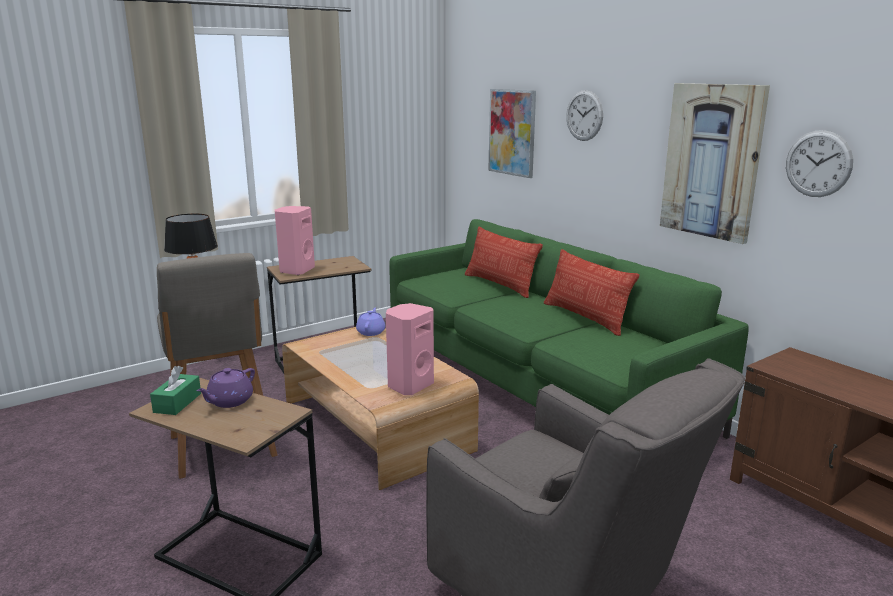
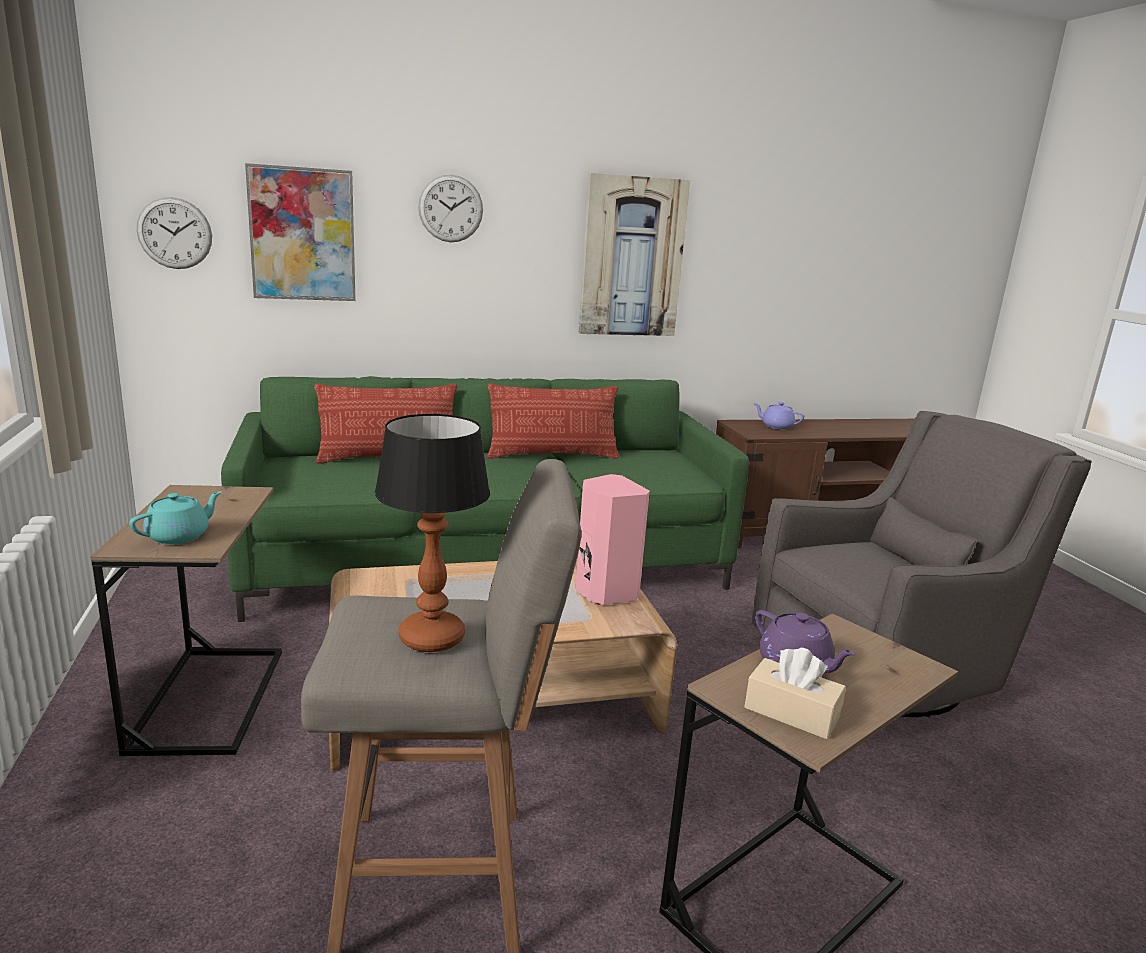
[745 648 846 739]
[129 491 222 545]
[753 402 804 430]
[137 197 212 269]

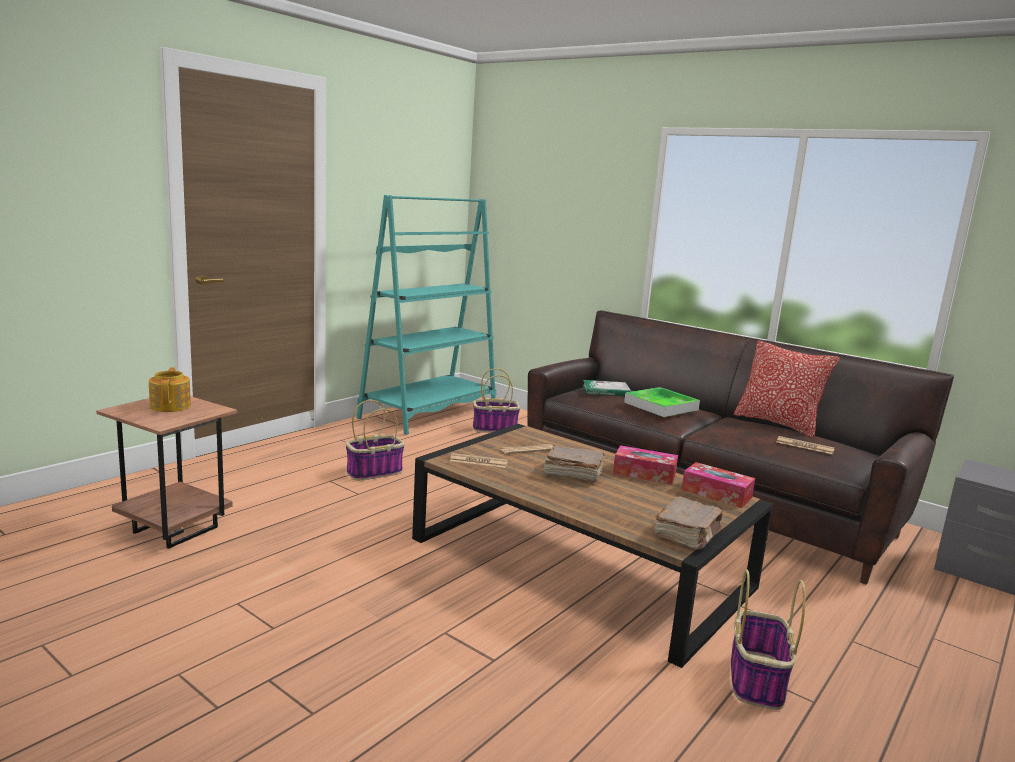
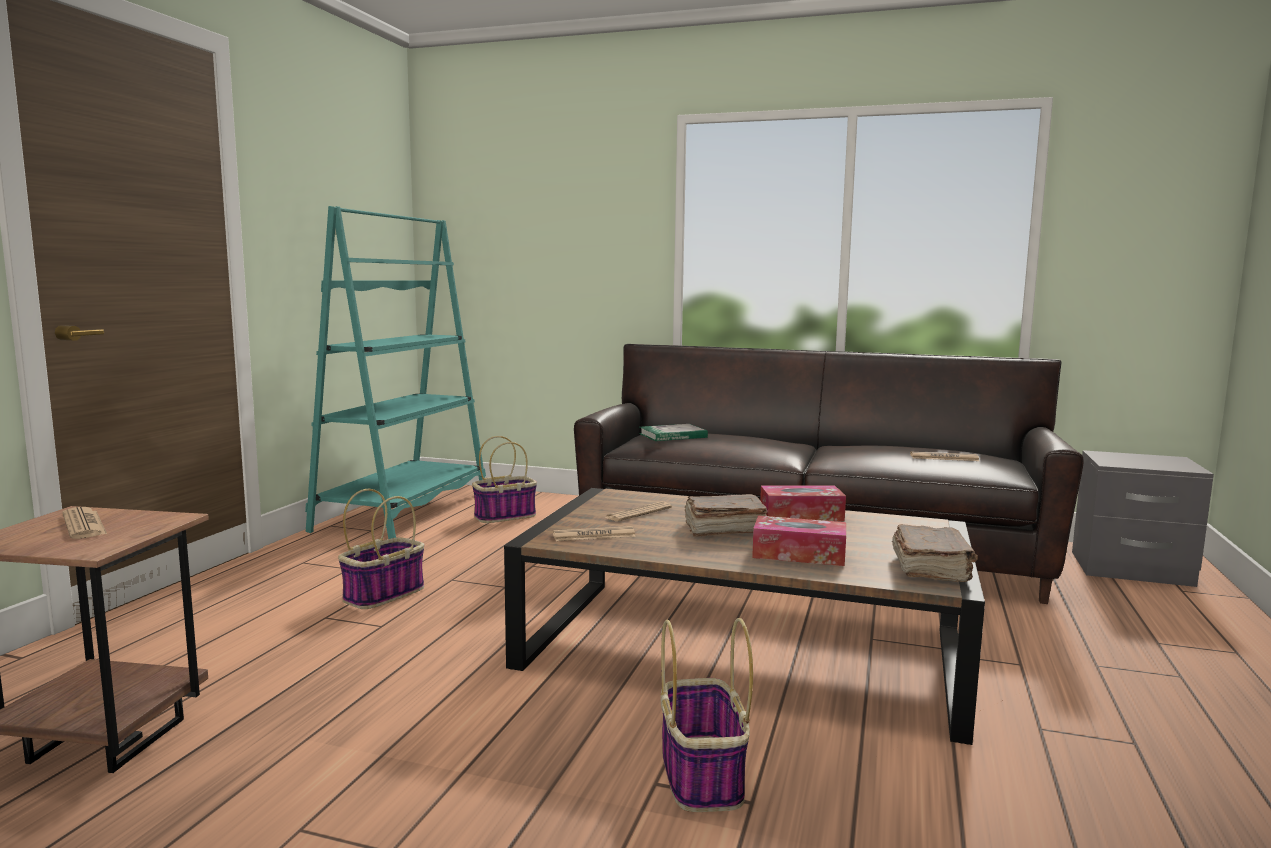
[62 507 107 539]
[624 387 700 417] (first image)
[752 516 846 566]
[661 618 753 812]
[734 340 840 438] (first image)

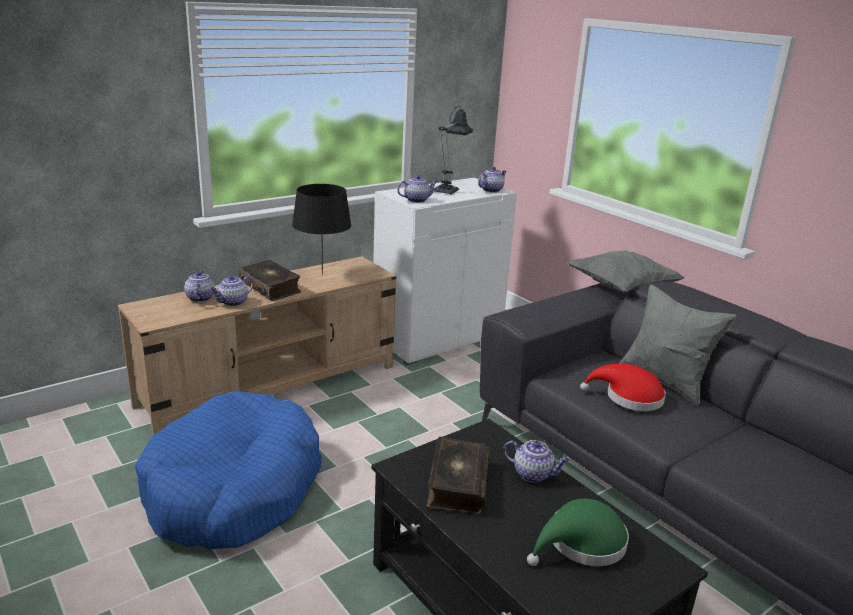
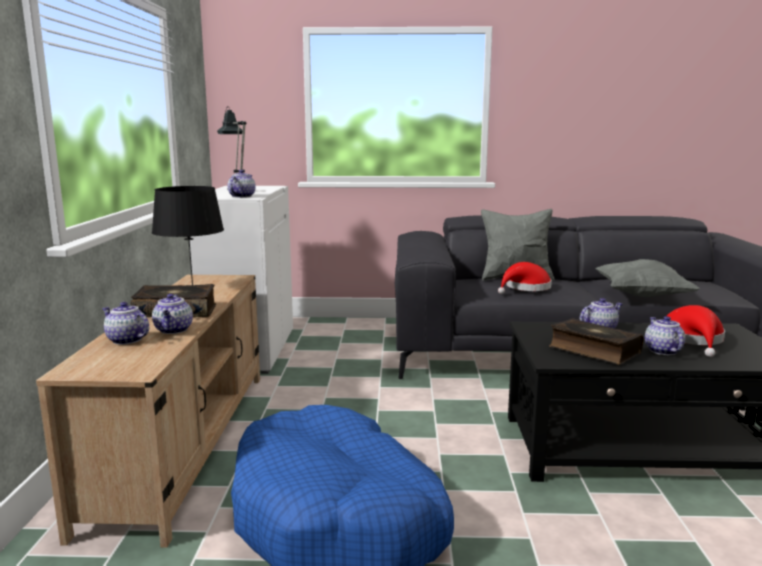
[645 316 685 355]
[667 305 725 357]
[595 259 700 297]

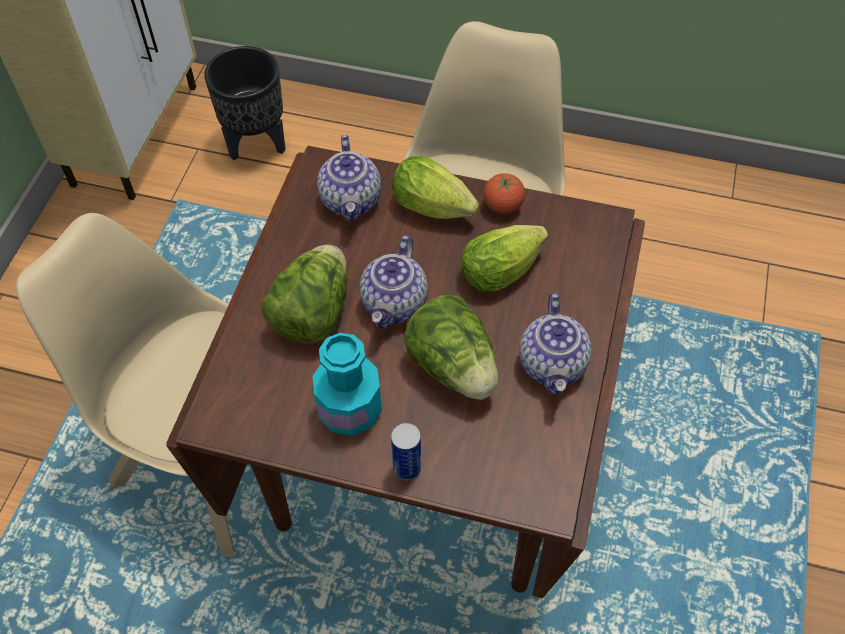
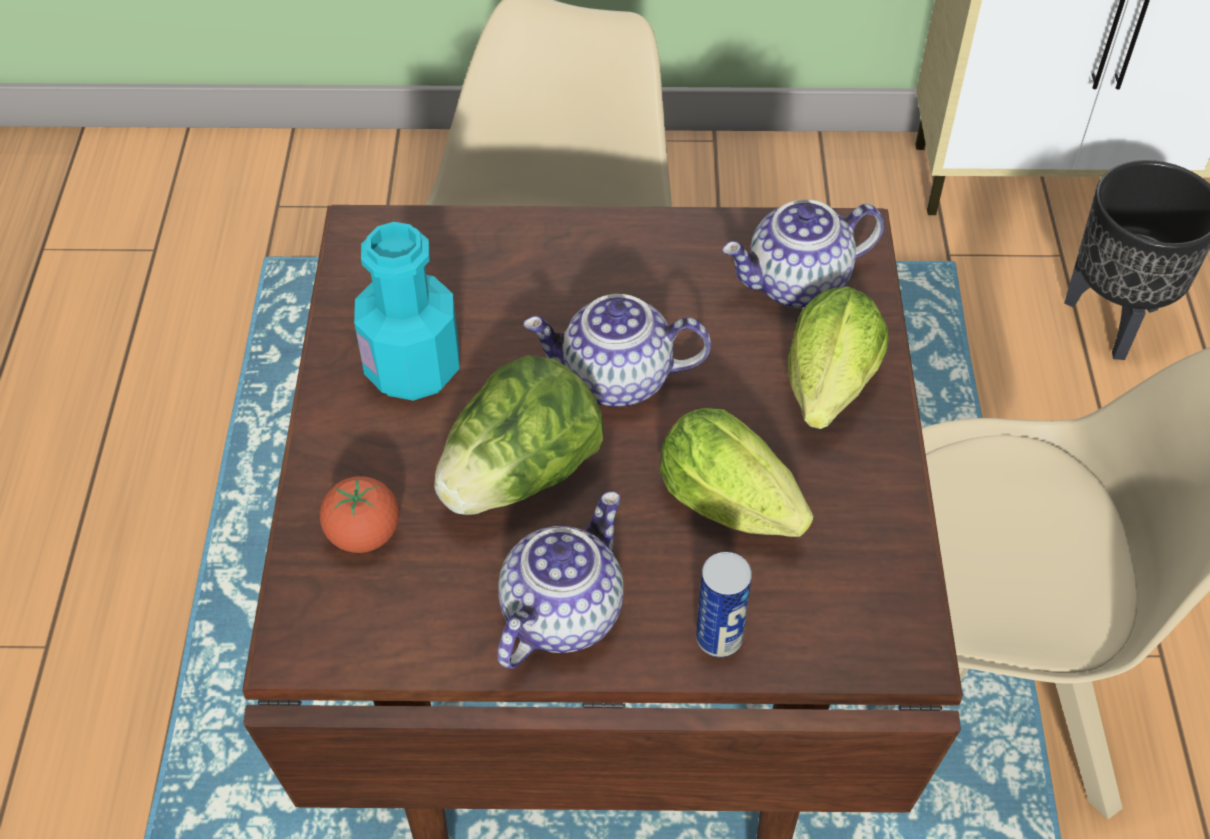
[261 245 347 344] (first image)
[696 552 752 657]
[320 476 399 553]
[497 491 624 669]

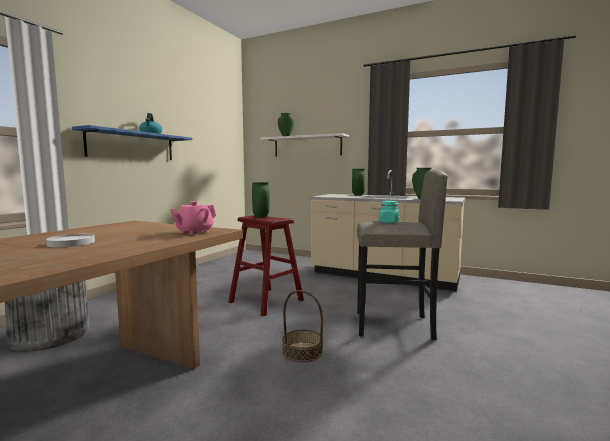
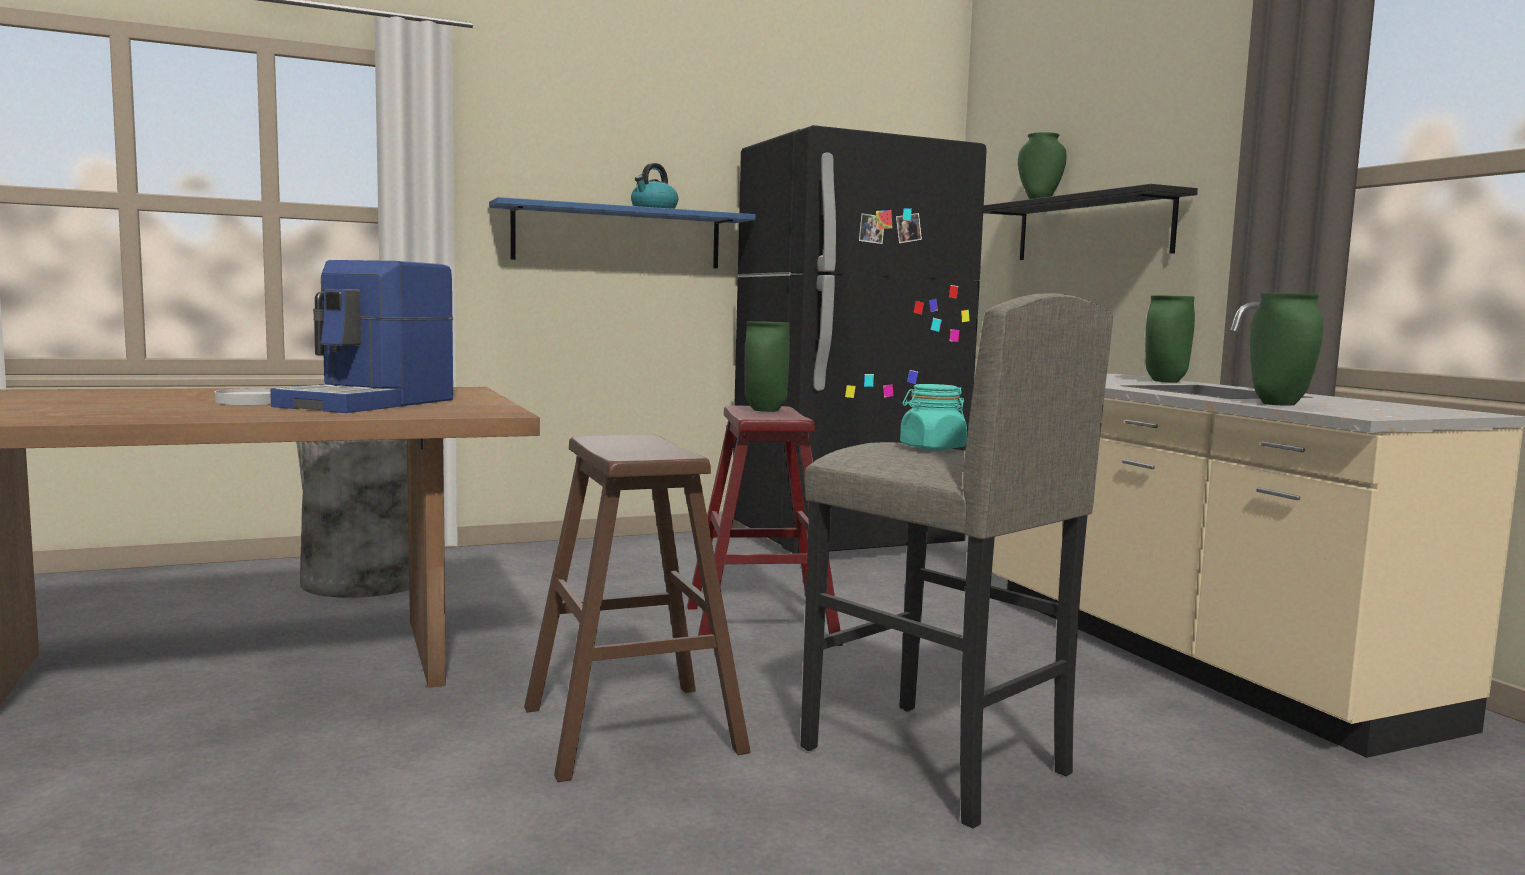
[170 201 216 235] (first image)
[983 184 1198 260]
[524 435 750 782]
[270 260 454 413]
[733 125 987 554]

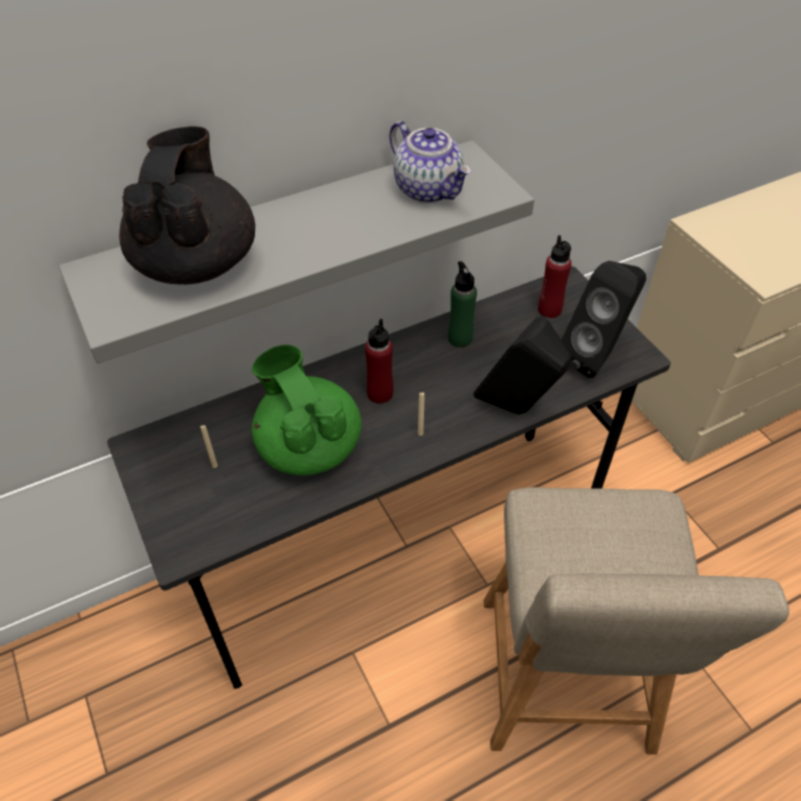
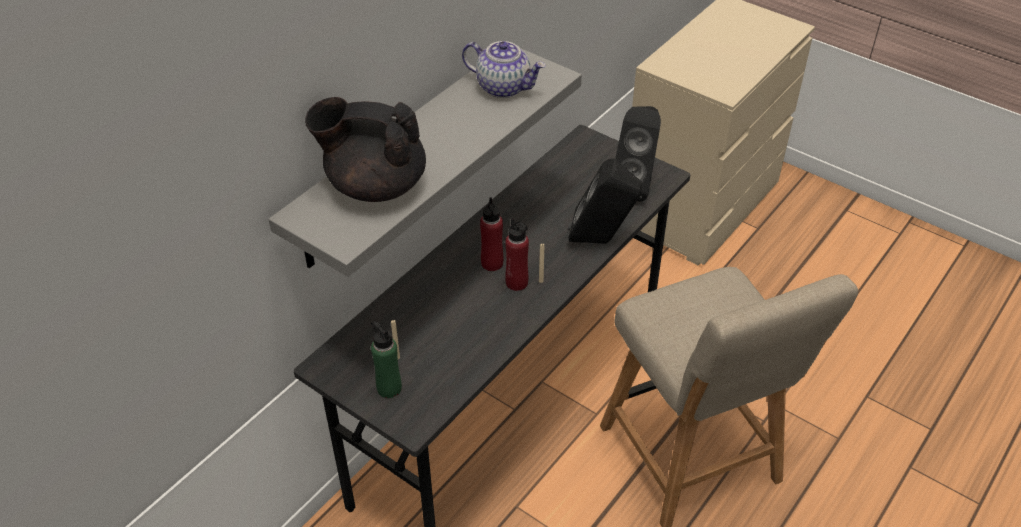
[305 97 426 202]
[251 345 362 476] (first image)
[371 321 402 398]
[505 218 529 291]

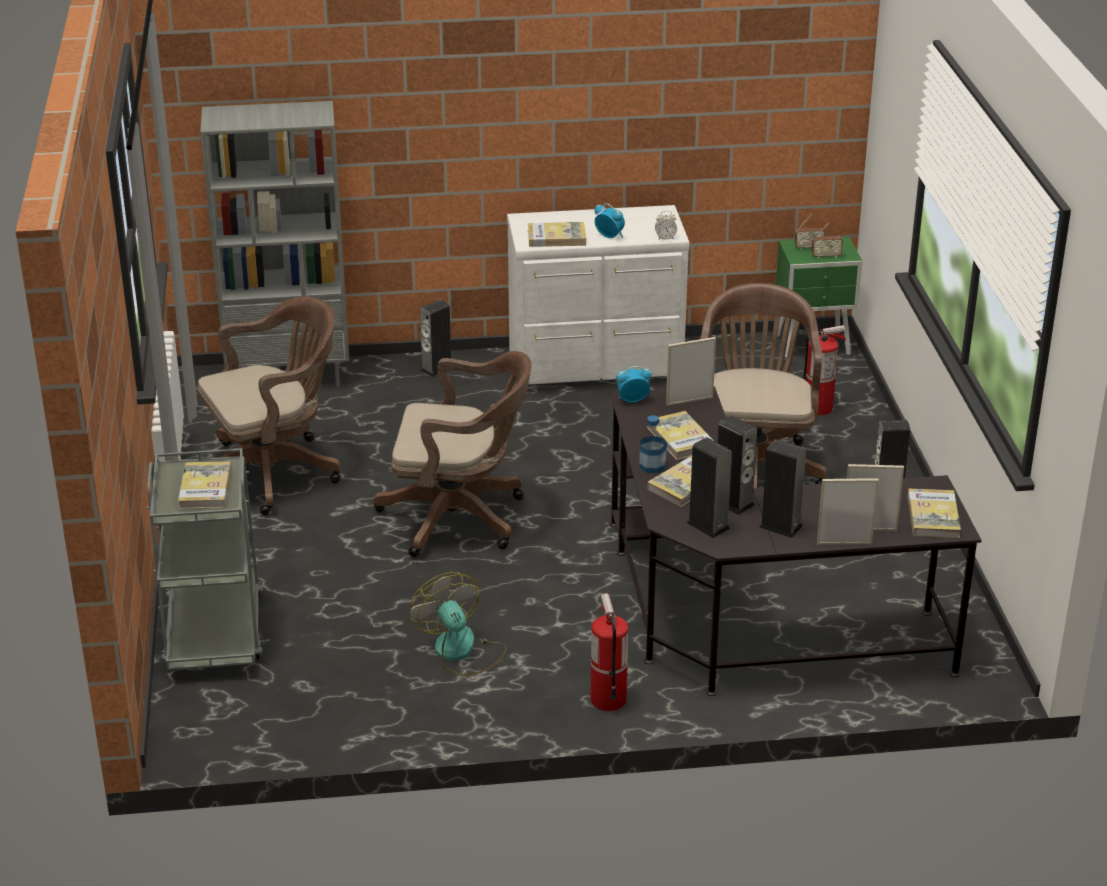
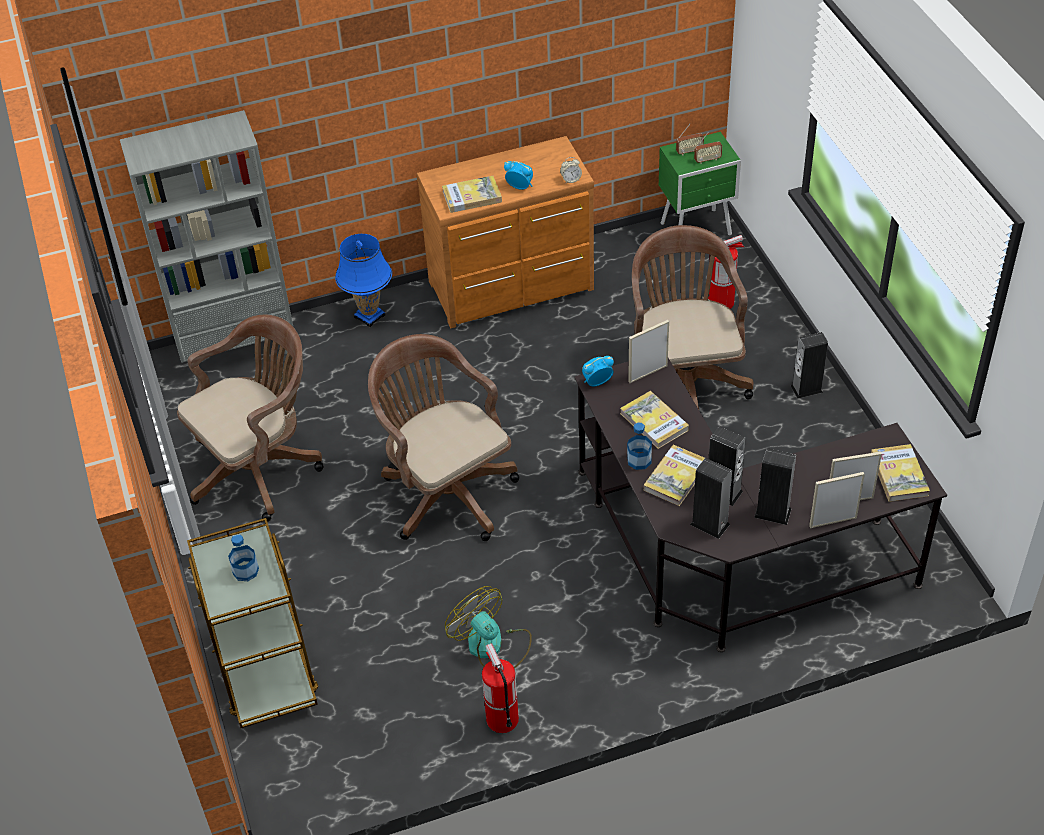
[187 518 318 728]
[228 534 259 581]
[368 334 519 541]
[335 234 392 327]
[417 136 594 328]
[482 643 519 733]

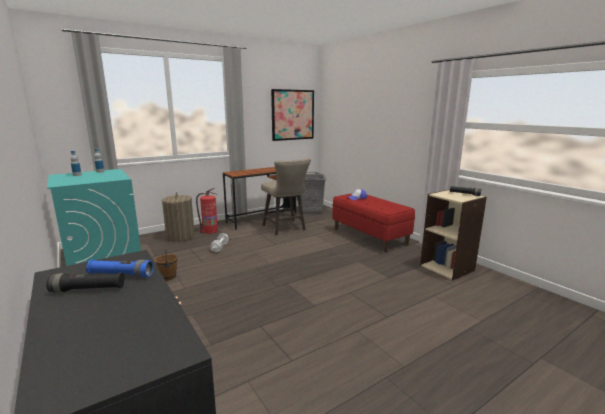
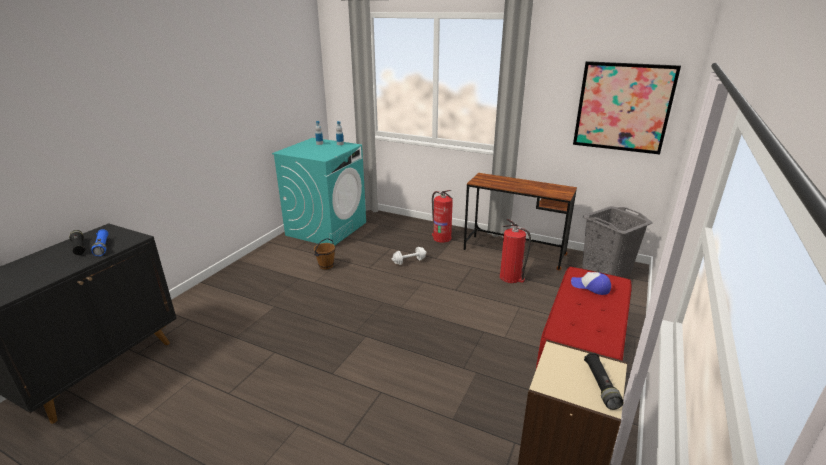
[162 192 195 242] (first image)
[500 218 531 283]

